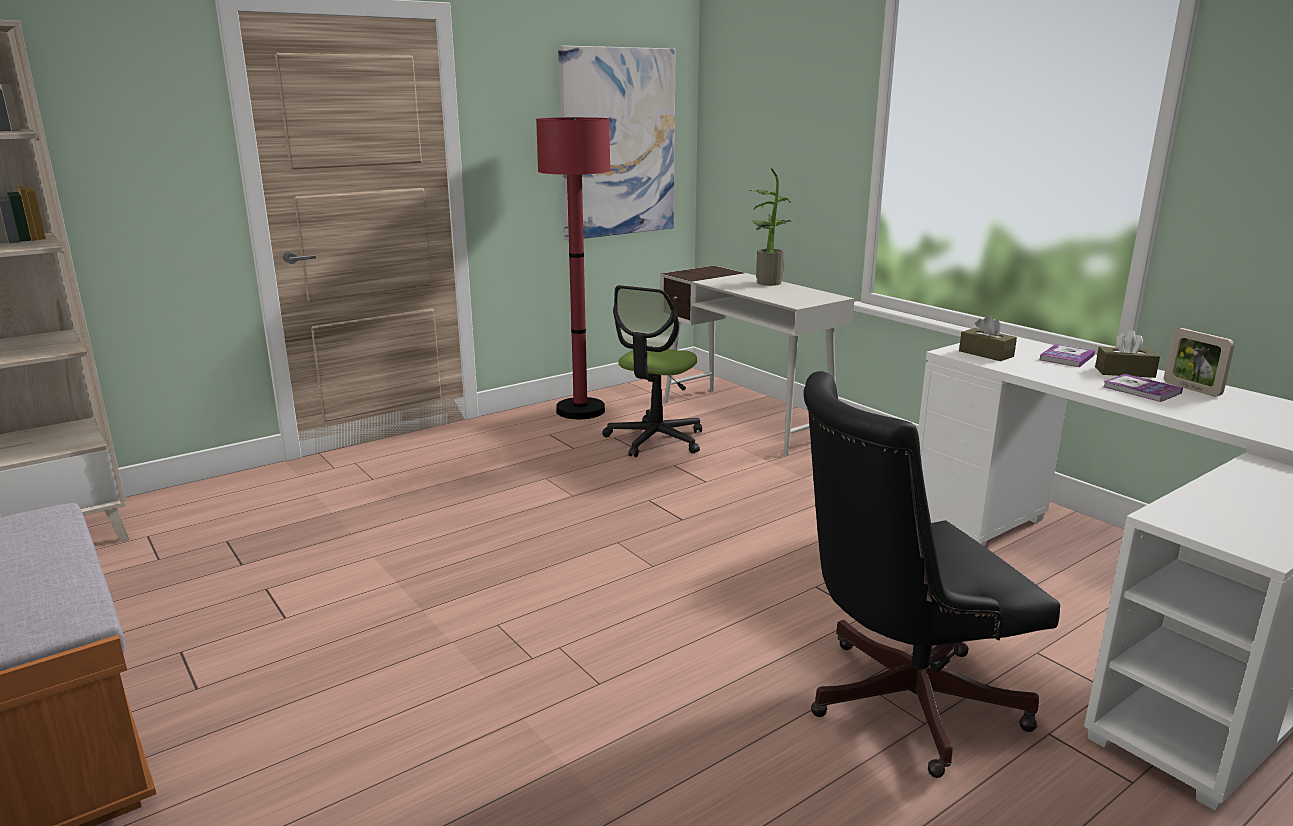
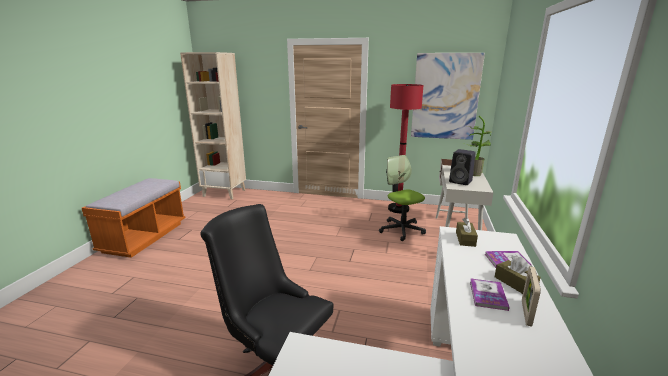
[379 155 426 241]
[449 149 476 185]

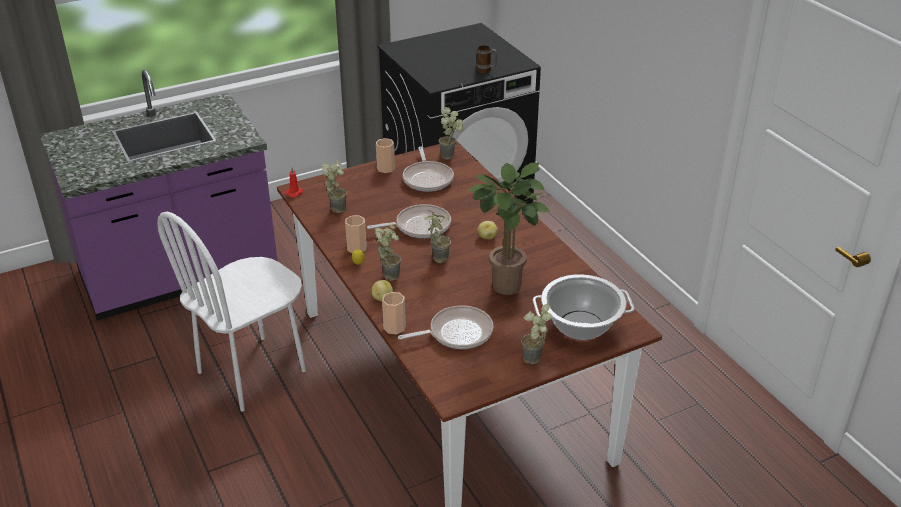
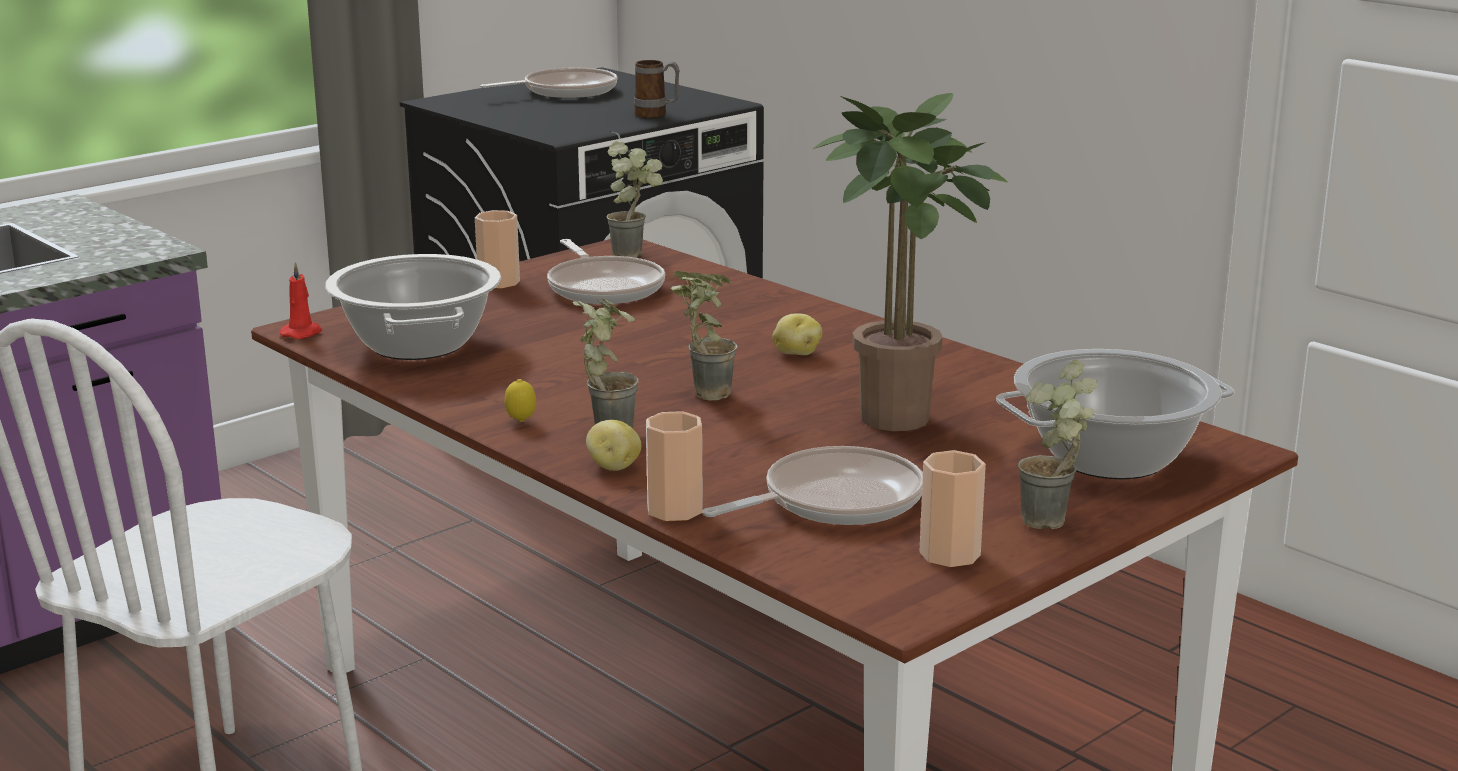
[325 254 501 360]
[919 450 986 567]
[480 68 617 98]

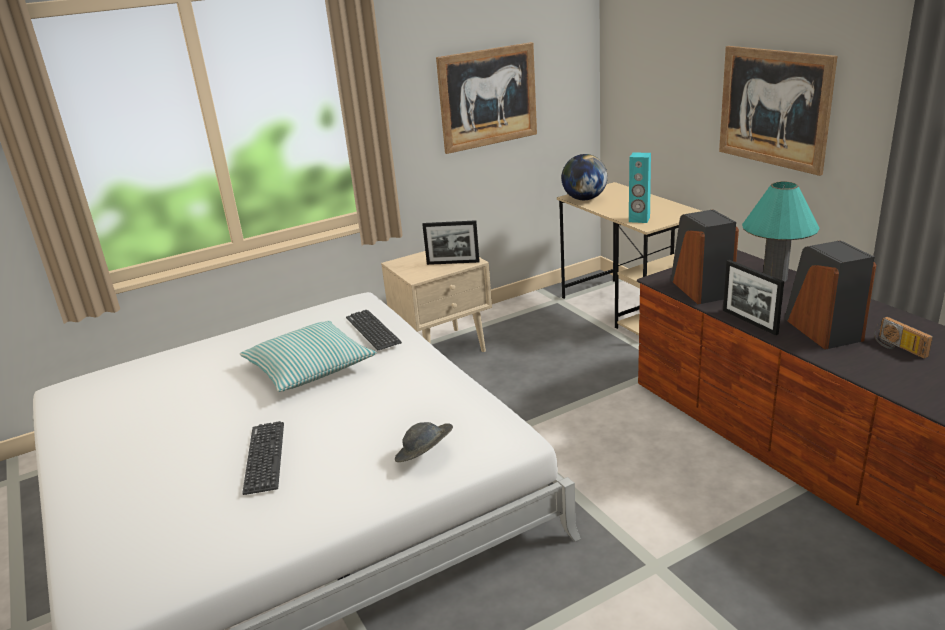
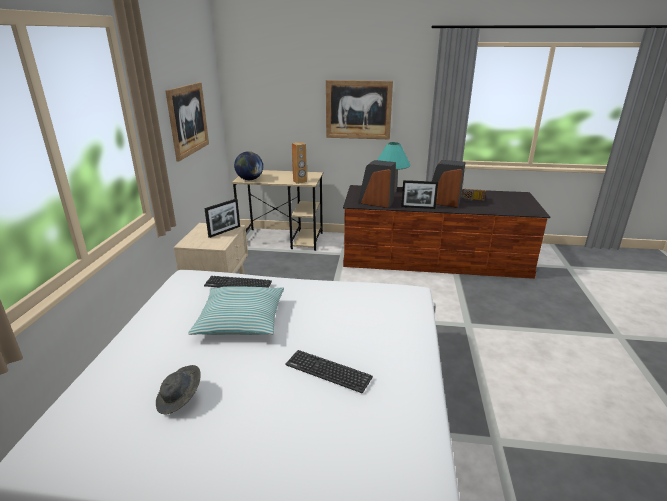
[156 365 201 414]
[292 142 307 184]

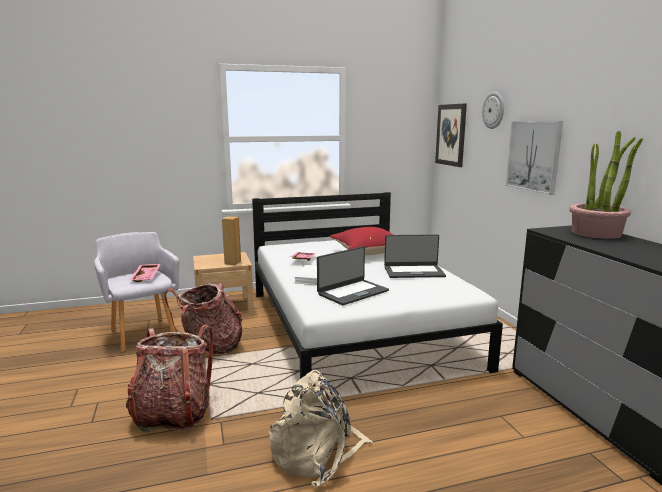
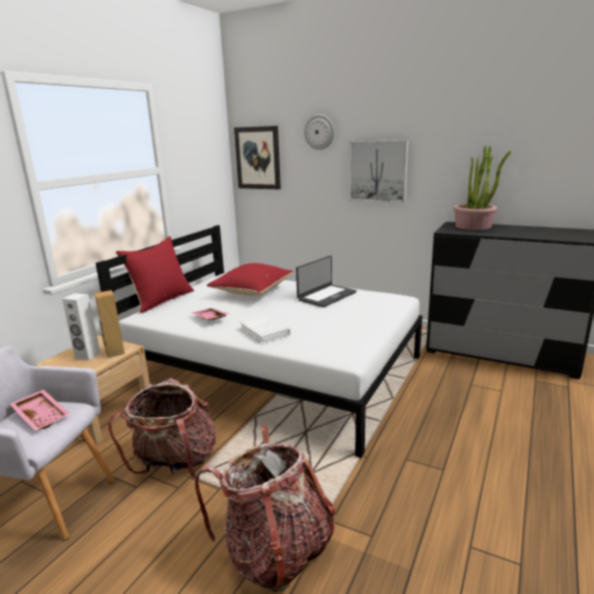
[269 370 373 488] (first image)
[317 246 389 305] (first image)
[62 293 100 360]
[116 236 194 313]

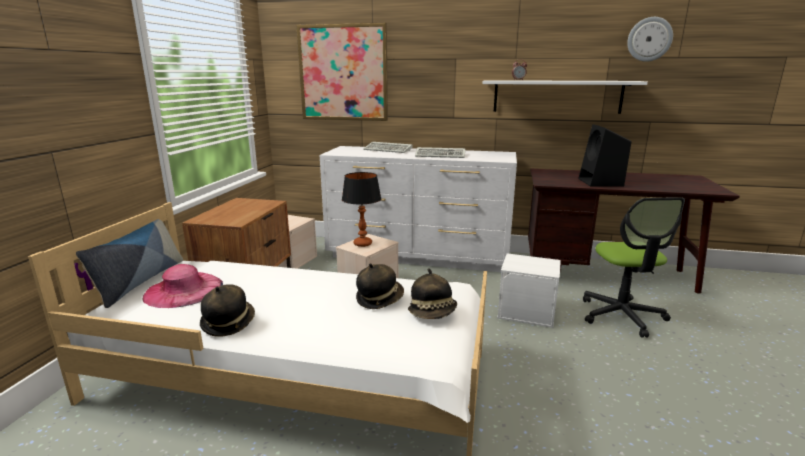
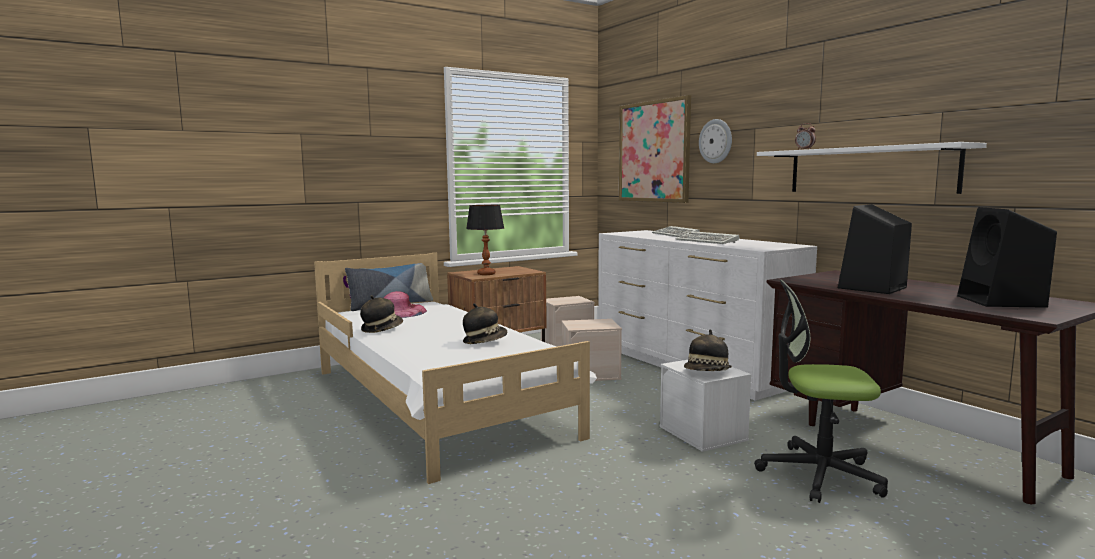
[466 205 504 275]
[684 329 732 371]
[754 280 888 503]
[699 119 732 163]
[957 207 1057 308]

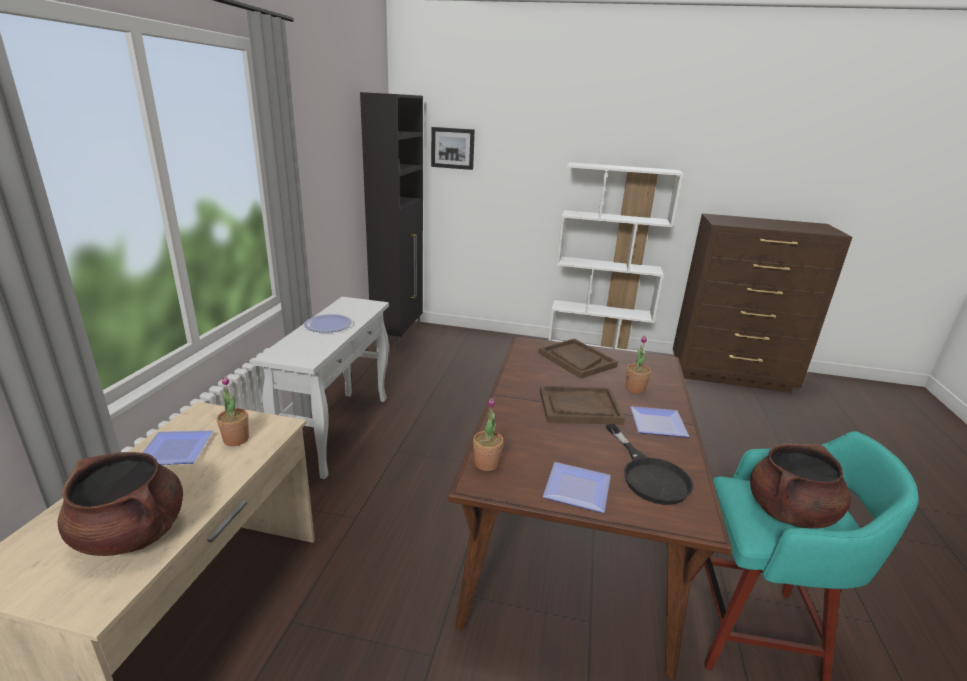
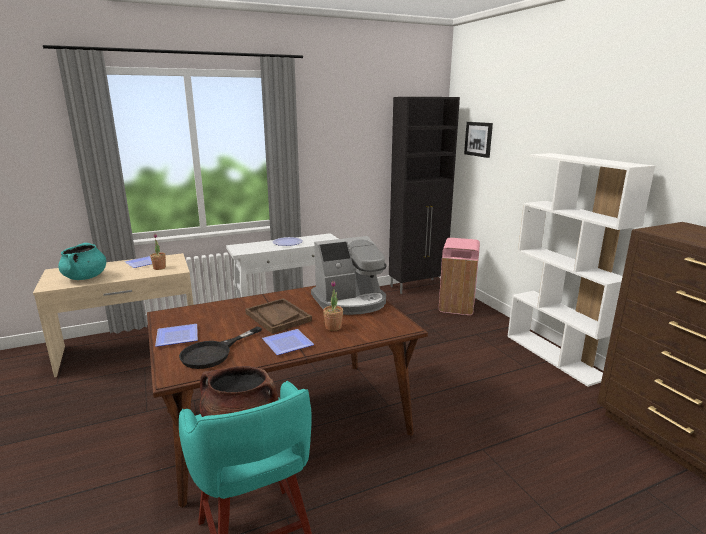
[58 243 106 280]
[473 398 504 471] (first image)
[311 236 387 315]
[439 238 480 315]

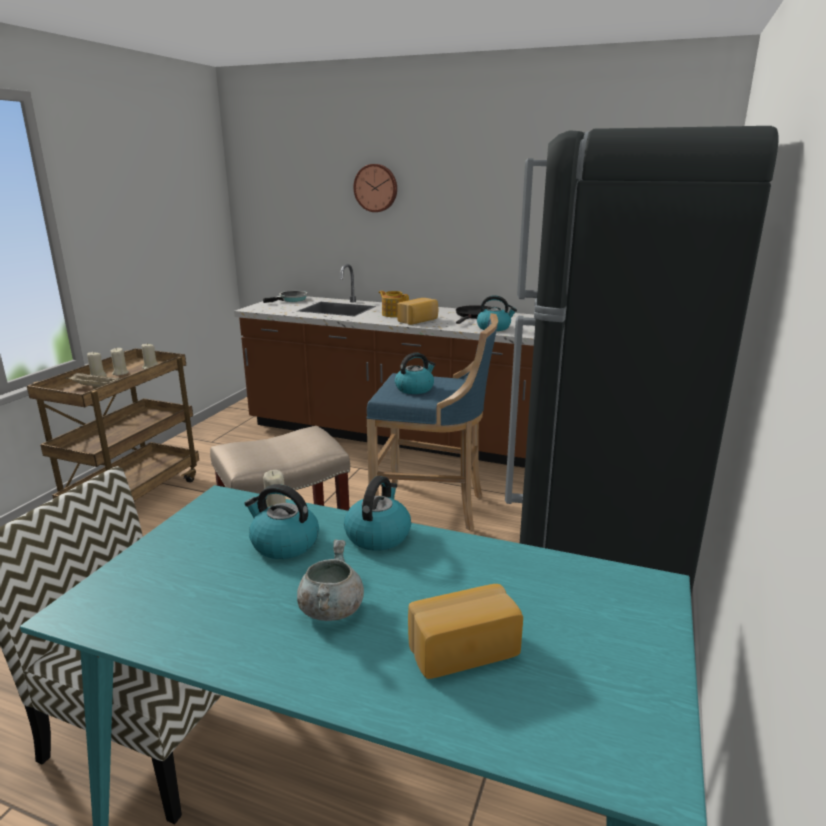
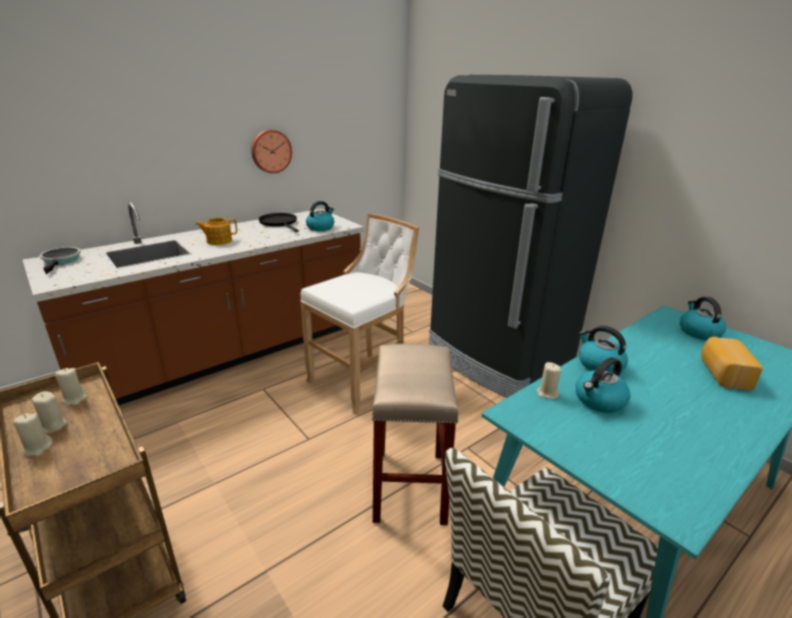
[66 372 120 389] (first image)
[297 539 364 621] (first image)
[251 130 292 173]
[300 214 419 415]
[680 297 726 340]
[397 298 438 325] (first image)

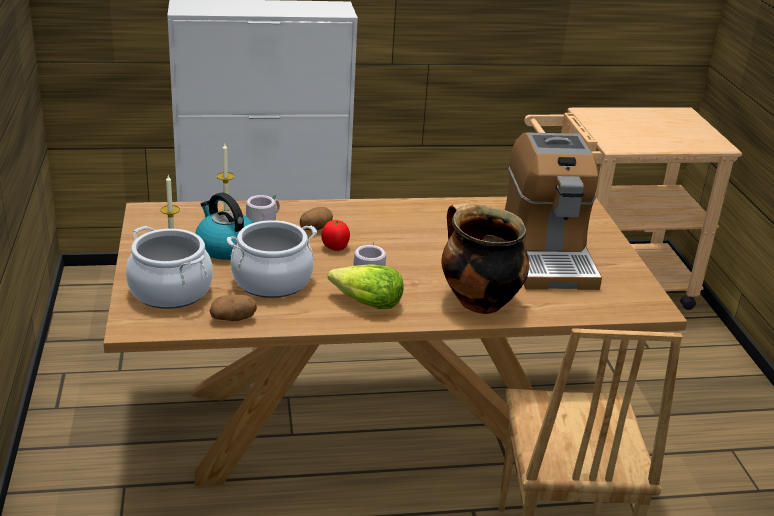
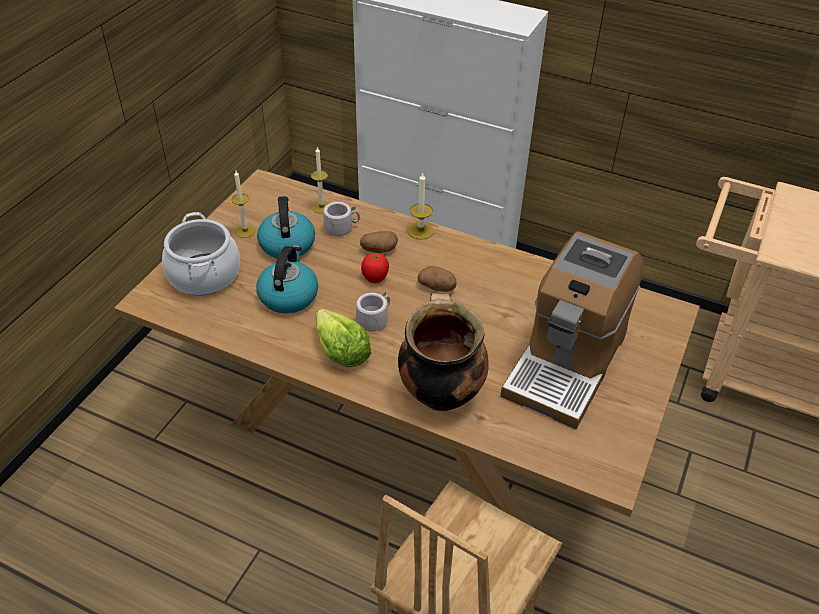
[417 266 456 292]
[256 245 318 314]
[408 172 434 240]

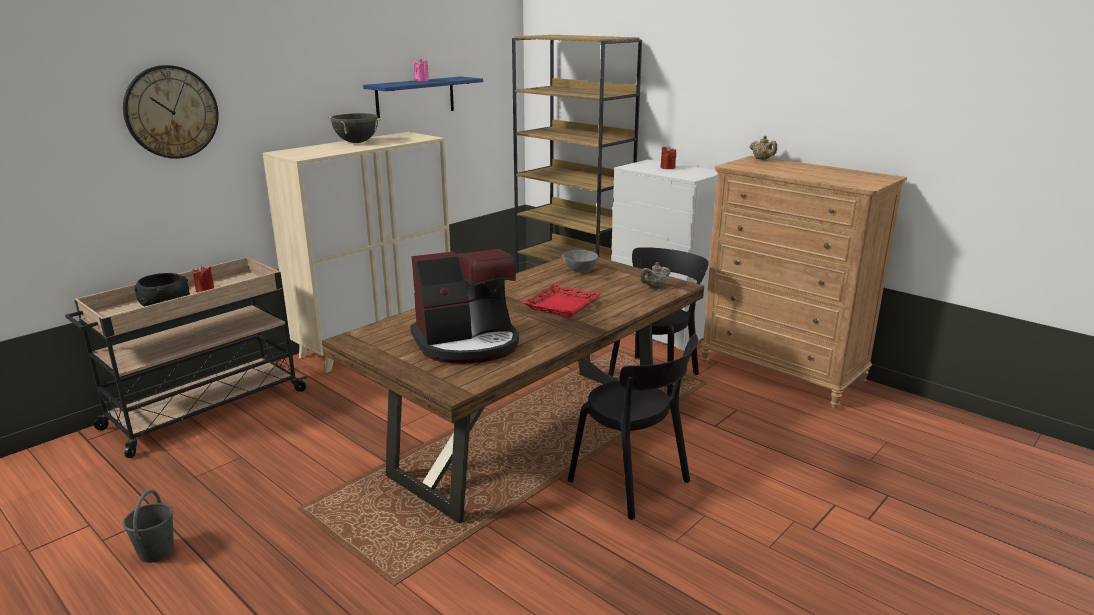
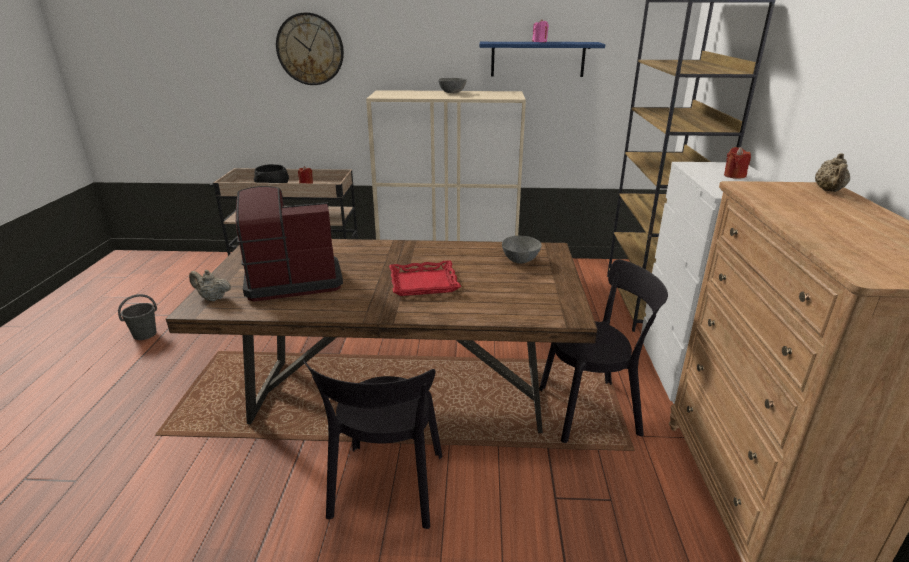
[438 78 467 93]
[236 186 343 302]
[189 270 231 301]

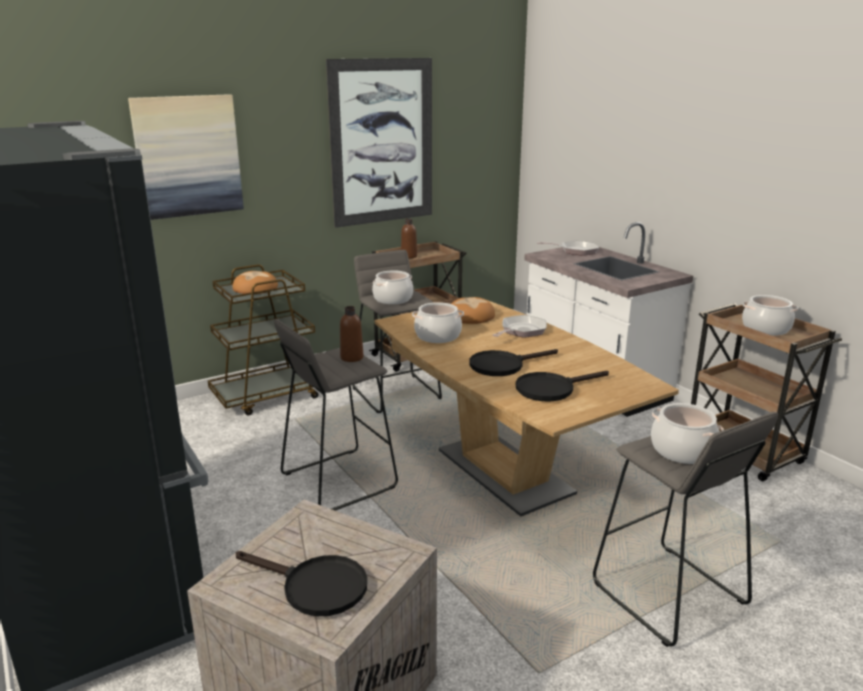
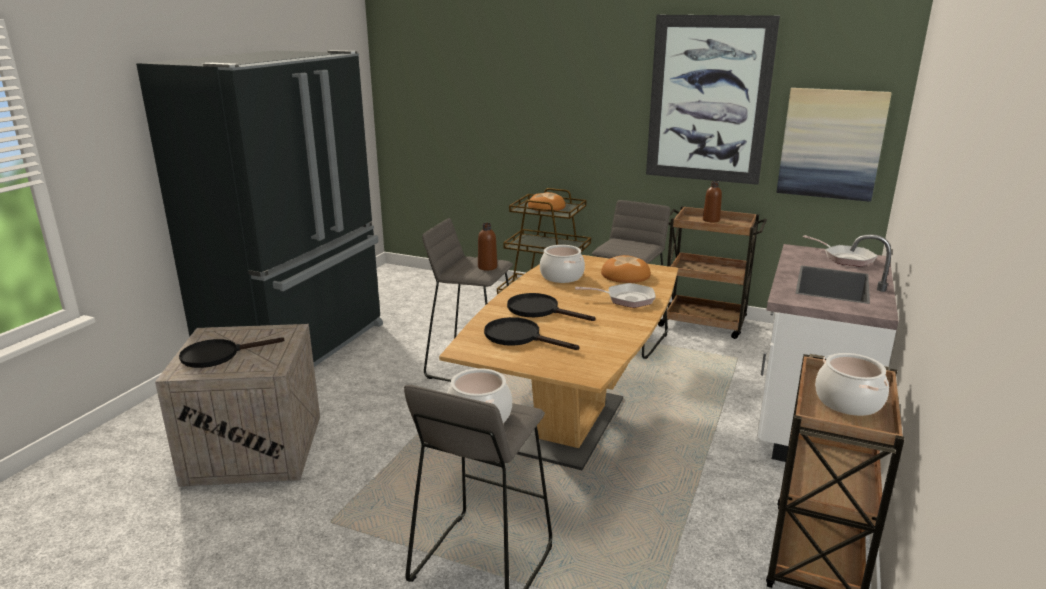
[777 88 892 202]
[179 337 284 368]
[372 270 413 304] (first image)

